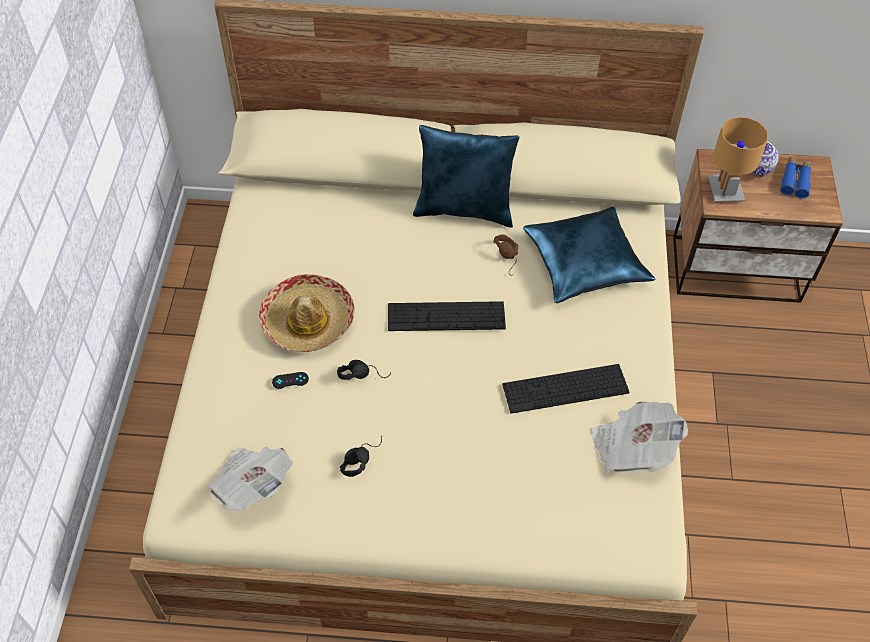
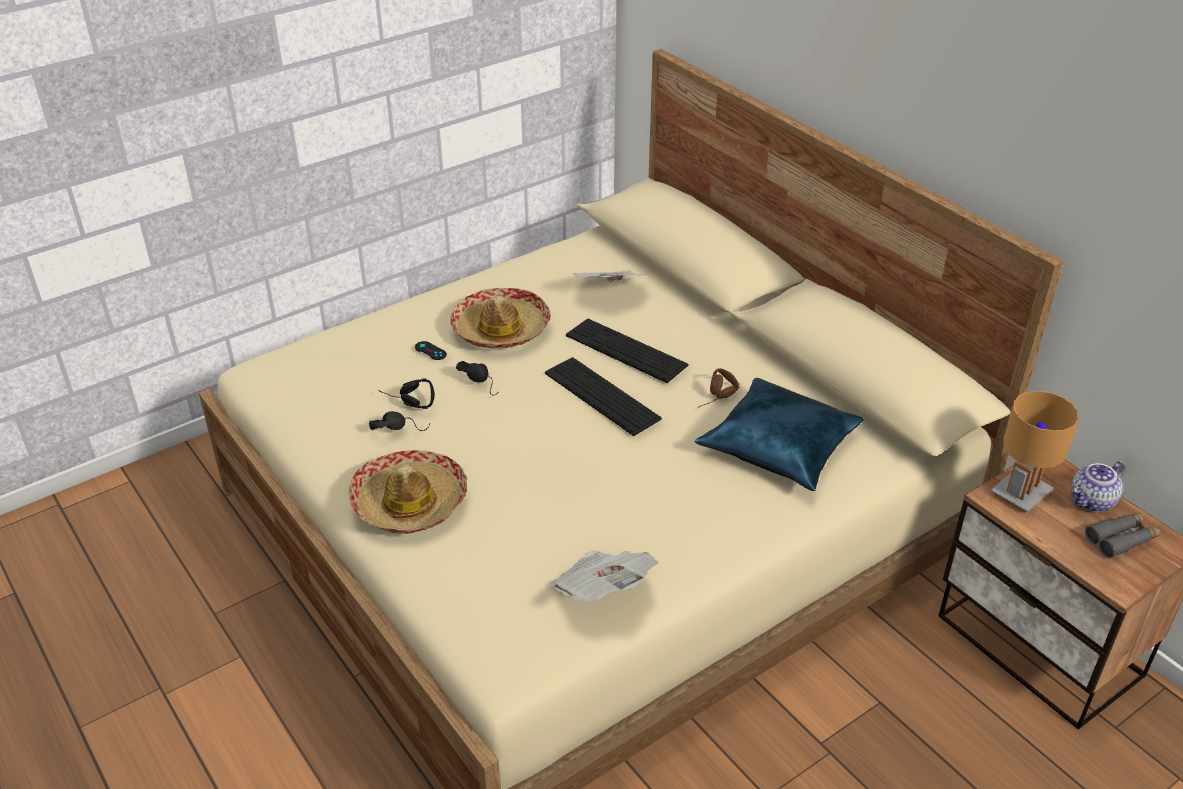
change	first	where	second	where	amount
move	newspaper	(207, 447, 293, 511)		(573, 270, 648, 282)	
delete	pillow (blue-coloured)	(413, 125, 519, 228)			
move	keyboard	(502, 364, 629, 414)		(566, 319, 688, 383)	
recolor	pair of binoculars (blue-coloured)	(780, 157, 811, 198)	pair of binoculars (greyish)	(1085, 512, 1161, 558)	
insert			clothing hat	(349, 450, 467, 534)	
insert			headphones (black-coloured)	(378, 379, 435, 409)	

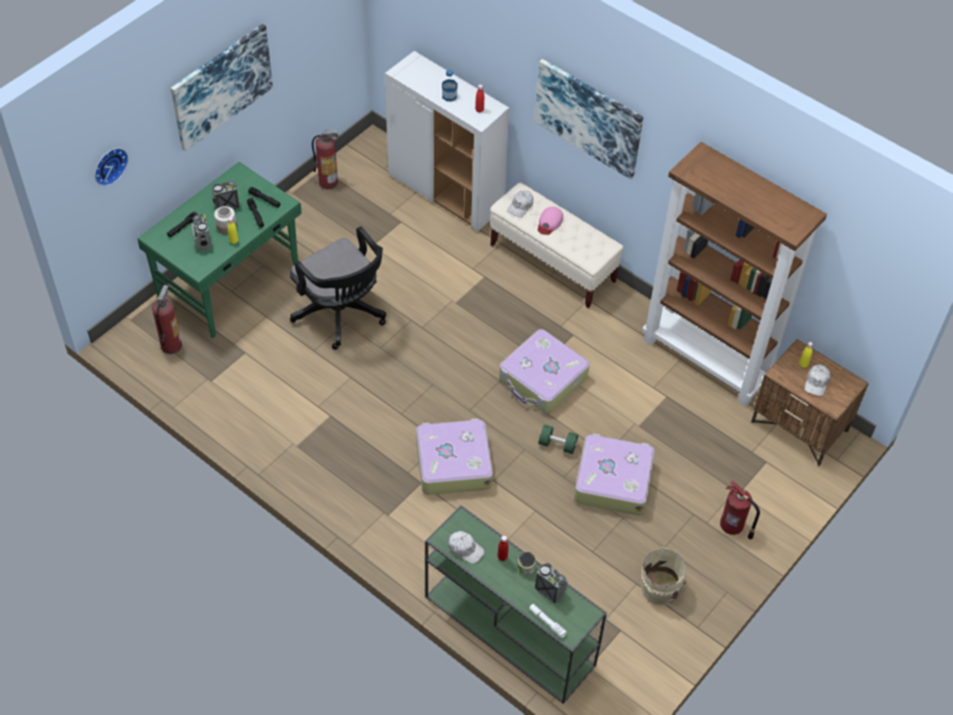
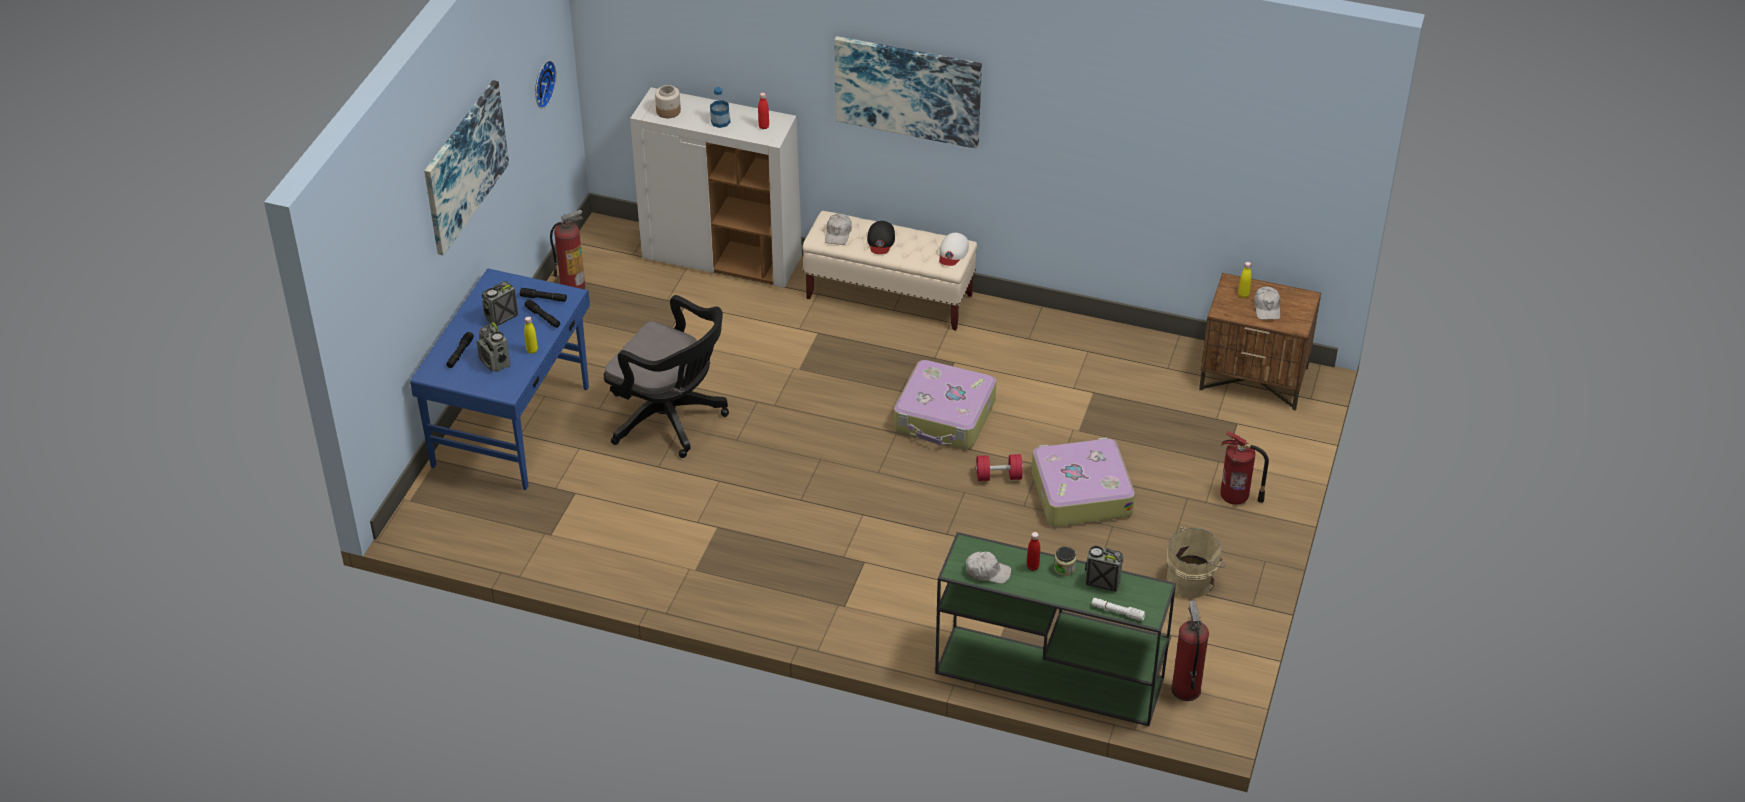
change	first	where	second	where	amount
move	wall clock	(95, 148, 128, 186)		(535, 60, 556, 109)	
recolor	desk unit (green-coloured)	(137, 162, 302, 338)	desk unit (blue-coloured)	(410, 269, 590, 490)	
move	fire extinguisher	(152, 285, 182, 354)		(1171, 600, 1209, 701)	
move	jar	(214, 206, 237, 234)		(655, 85, 681, 118)	
delete	suitcase	(416, 419, 493, 495)			
recolor	peaked cap (pinkish)	(538, 207, 563, 235)	peaked cap (black-coloured)	(867, 221, 895, 254)	
recolor	dumbbell (green-coloured)	(539, 425, 578, 454)	dumbbell (red)	(975, 454, 1023, 481)	
delete	bookshelf (brown-coloured)	(642, 142, 827, 406)			
insert			peaked cap (whitish)	(939, 233, 969, 266)	

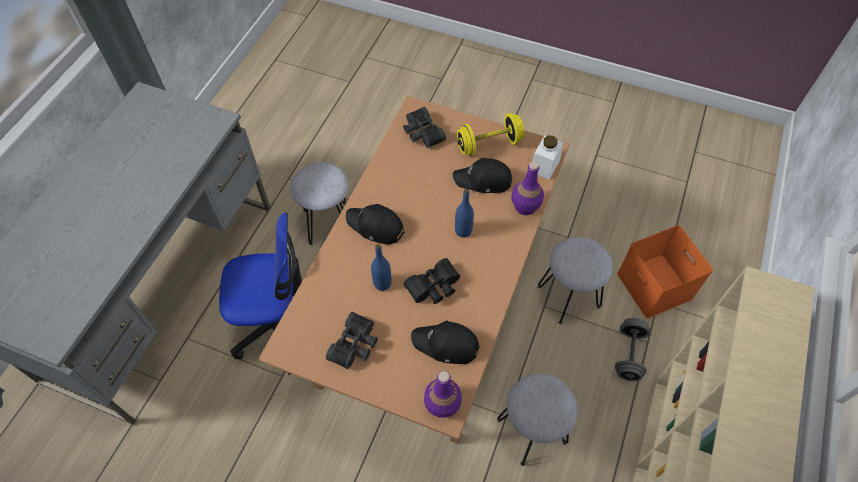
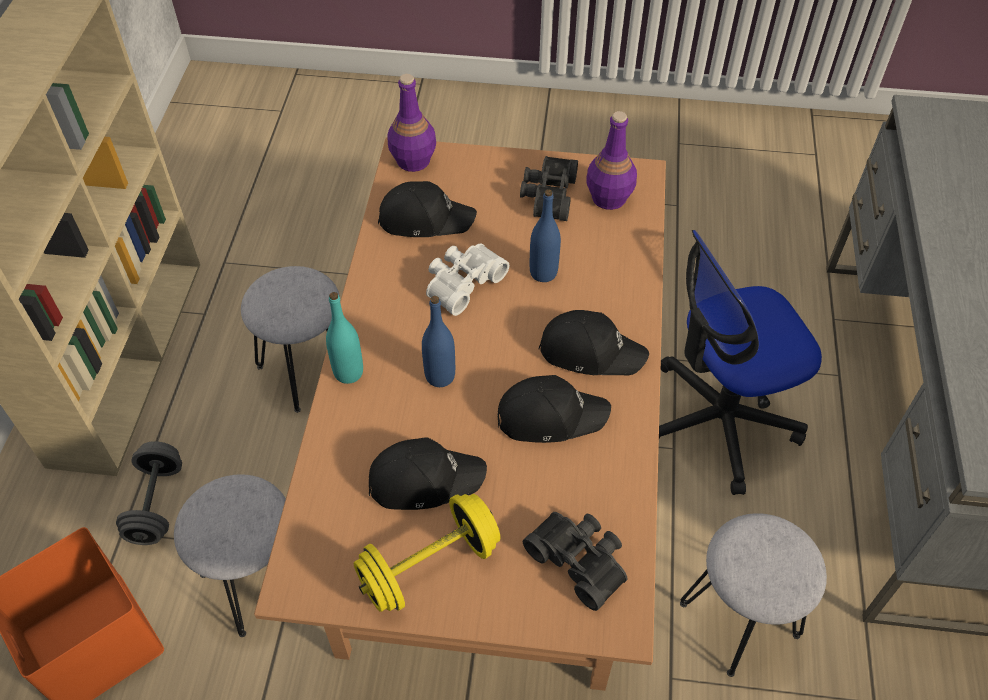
change	first	where	second	where	amount
recolor	pair of binoculars (black-coloured)	(404, 258, 460, 304)	pair of binoculars (whitish)	(426, 243, 509, 316)	
move	bottle (purple)	(511, 162, 544, 215)		(586, 111, 637, 210)	
delete	jar (whitish)	(532, 135, 563, 180)			
insert			bottle (blue-green)	(326, 292, 363, 384)	
insert			peaked cap (black-coloured)	(497, 375, 611, 443)	

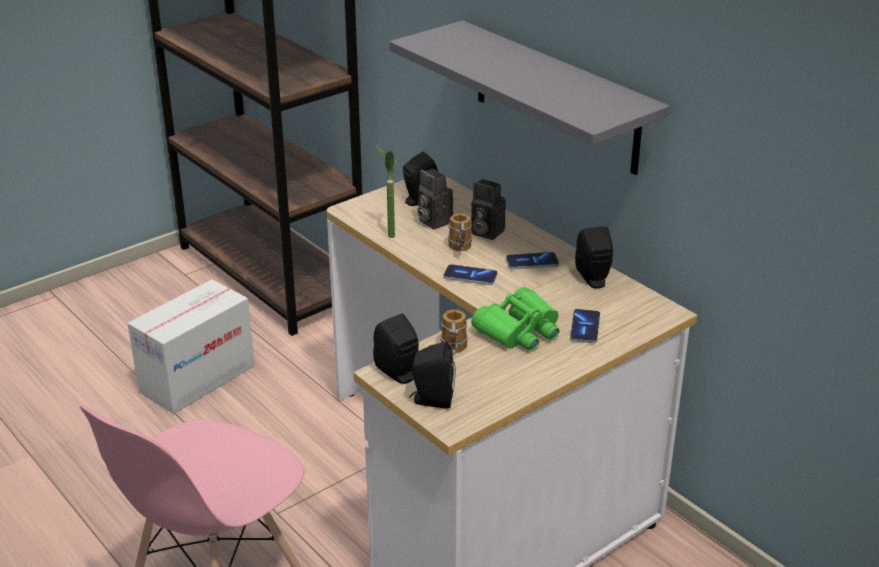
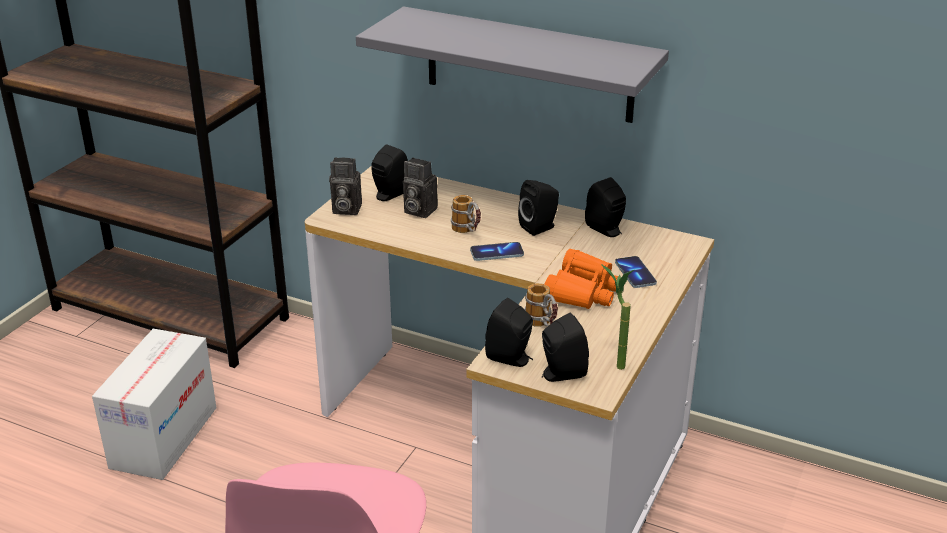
change	first	where	second	where	amount
move	houseplant	(376, 145, 396, 238)		(601, 264, 634, 370)	
move	still camera	(471, 179, 506, 240)		(329, 157, 362, 215)	
recolor	pair of binoculars (green-coloured)	(471, 287, 560, 351)	pair of binoculars (orange-coloured)	(544, 249, 618, 309)	
replace	handset	(506, 252, 559, 269)	loudspeaker (black-coloured)	(518, 180, 559, 236)	

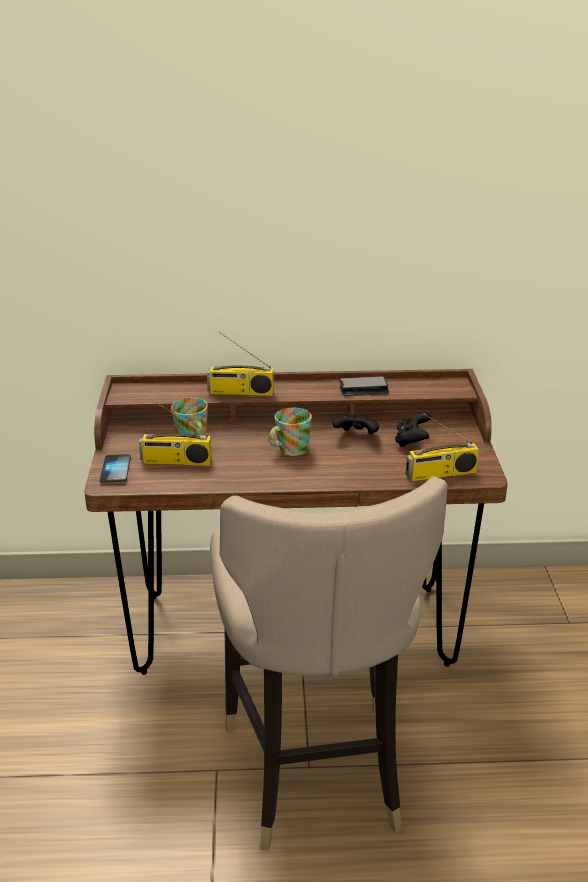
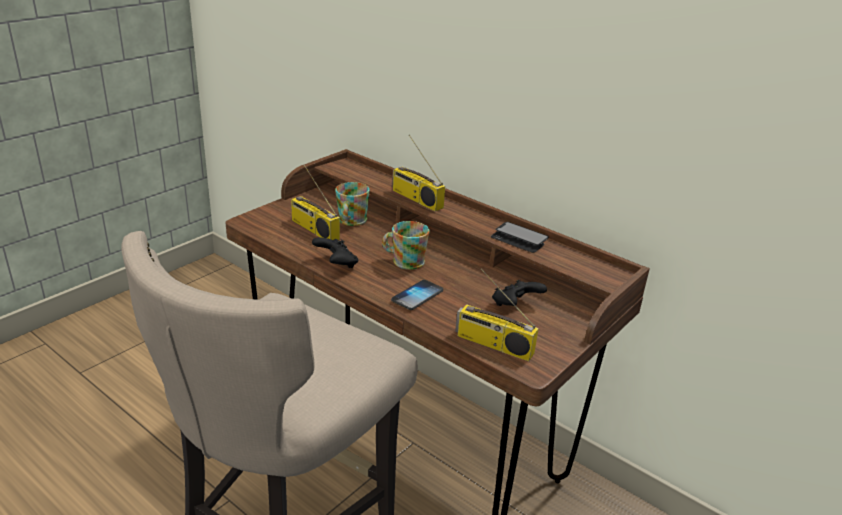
change	first	where	second	where	amount
move	handset	(100, 454, 131, 483)		(391, 280, 443, 310)	
move	joypad (black-coloured)	(333, 414, 379, 435)		(312, 237, 358, 268)	

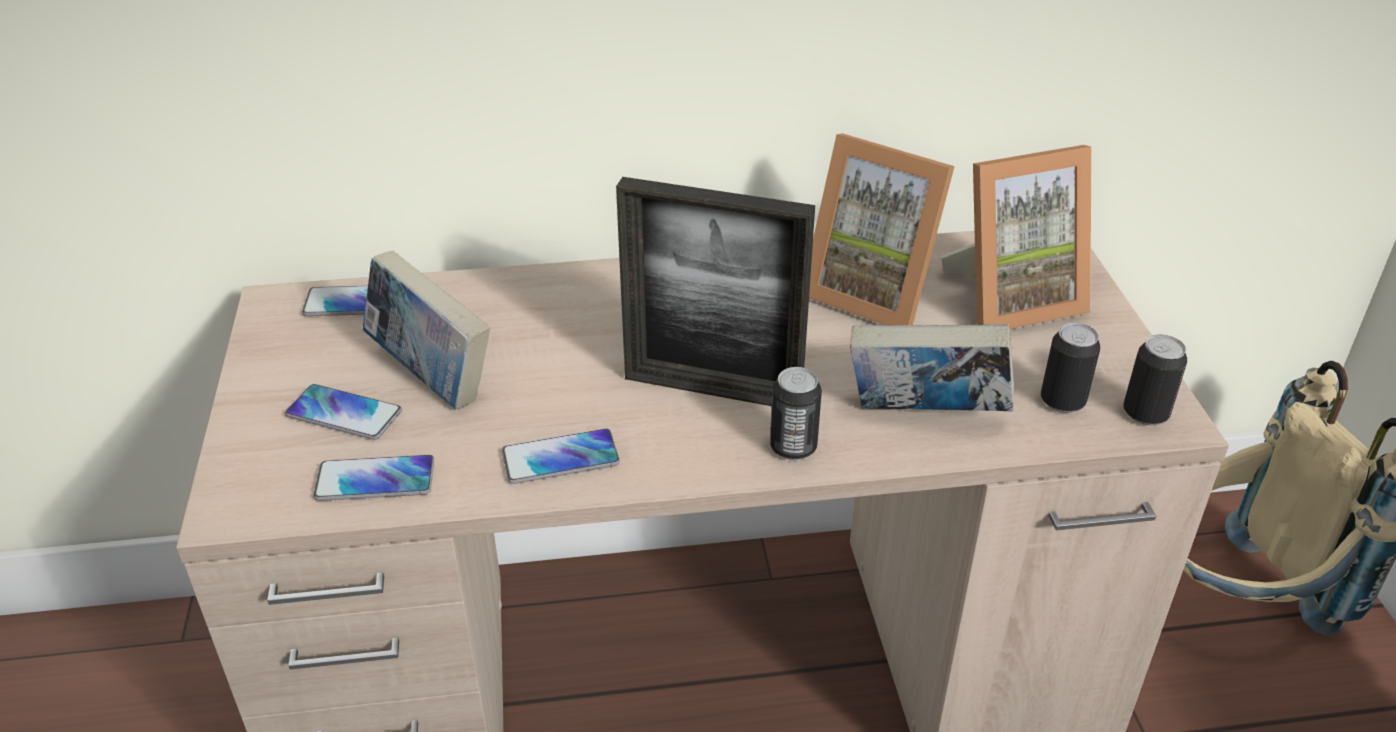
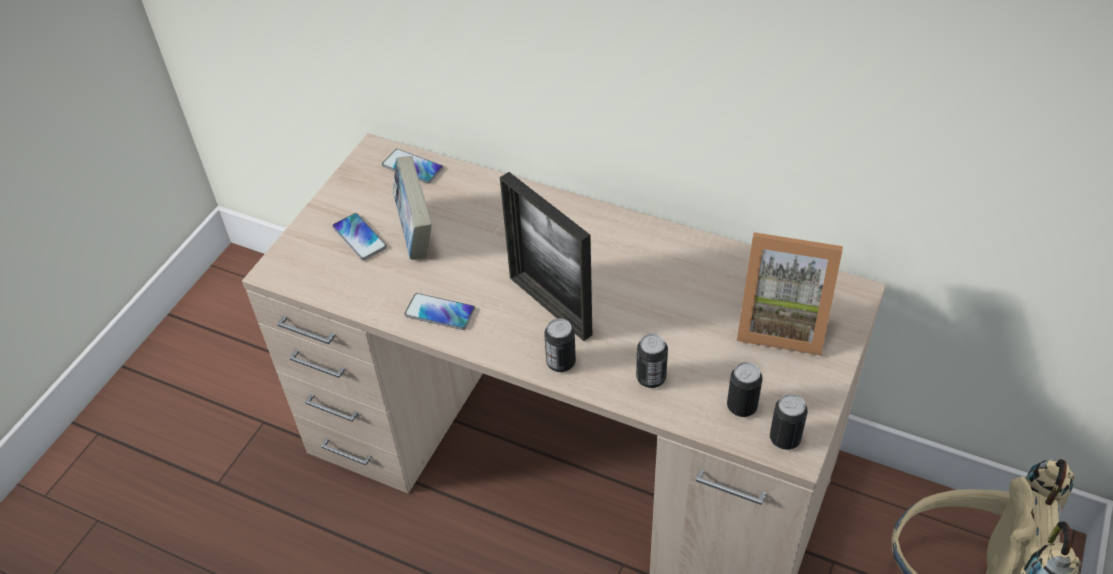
change	first	where	second	where	amount
delete	handset	(313, 455, 434, 501)			
delete	standing frame	(809, 133, 955, 325)			
replace	bound book	(850, 324, 1014, 411)	metal can	(636, 334, 668, 388)	

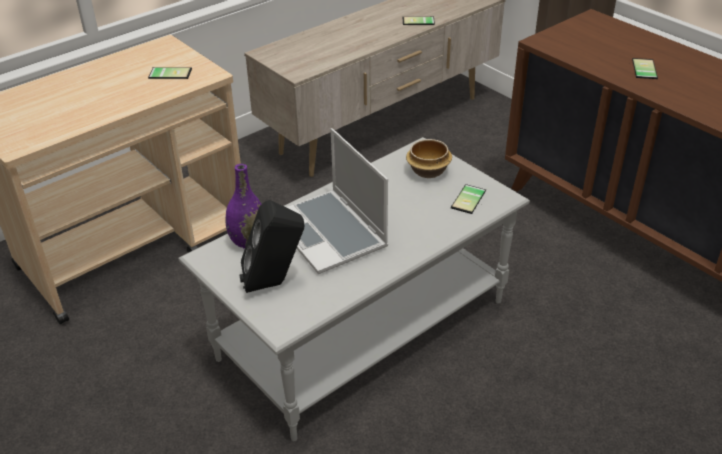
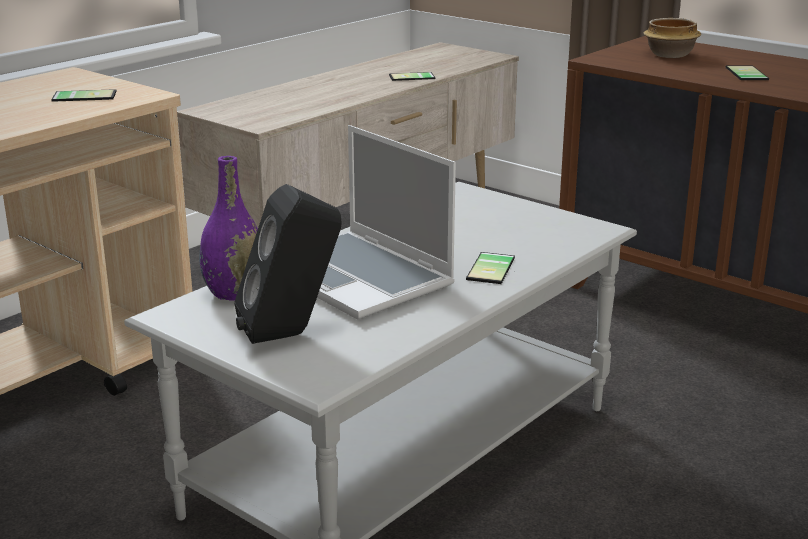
change	first	where	second	where	amount
move	deep dish	(406, 139, 452, 178)		(644, 18, 701, 58)	
move	handset	(451, 184, 486, 214)		(466, 252, 515, 284)	

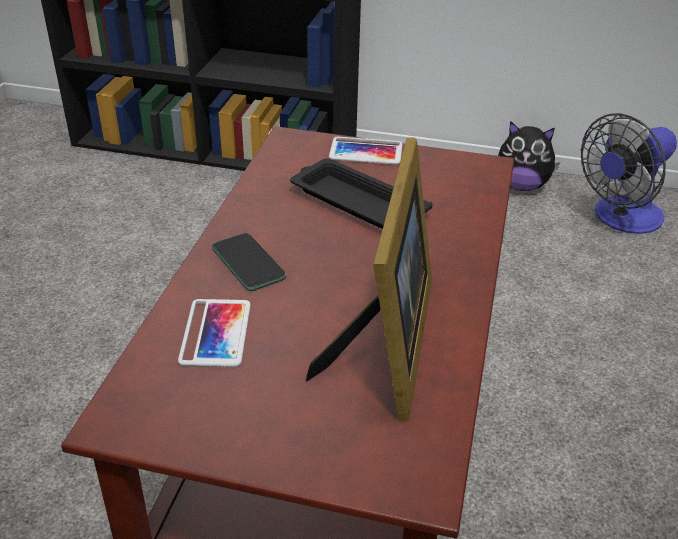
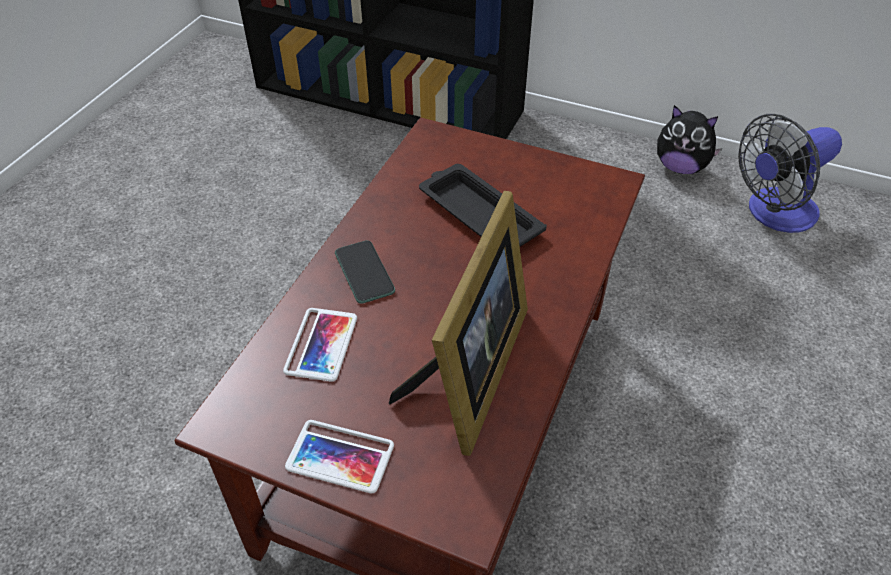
change	first	where	second	where	amount
move	handset	(329, 137, 402, 165)		(285, 420, 394, 493)	

